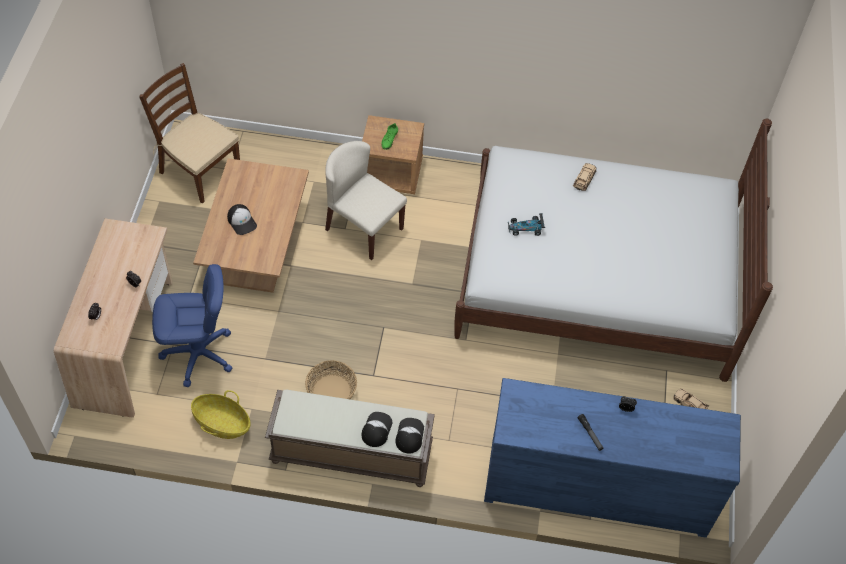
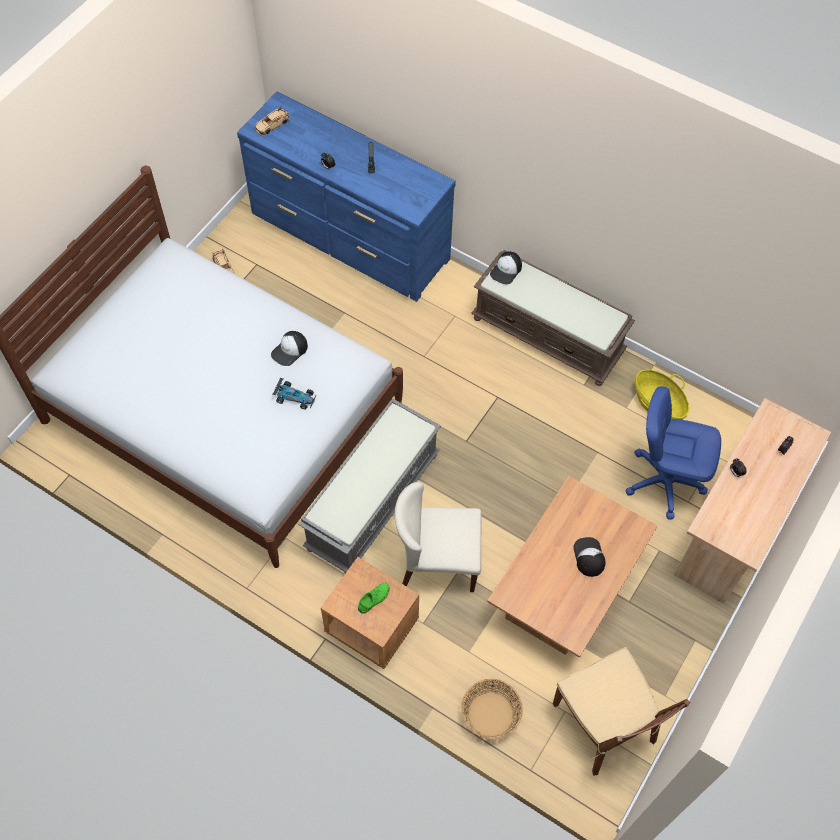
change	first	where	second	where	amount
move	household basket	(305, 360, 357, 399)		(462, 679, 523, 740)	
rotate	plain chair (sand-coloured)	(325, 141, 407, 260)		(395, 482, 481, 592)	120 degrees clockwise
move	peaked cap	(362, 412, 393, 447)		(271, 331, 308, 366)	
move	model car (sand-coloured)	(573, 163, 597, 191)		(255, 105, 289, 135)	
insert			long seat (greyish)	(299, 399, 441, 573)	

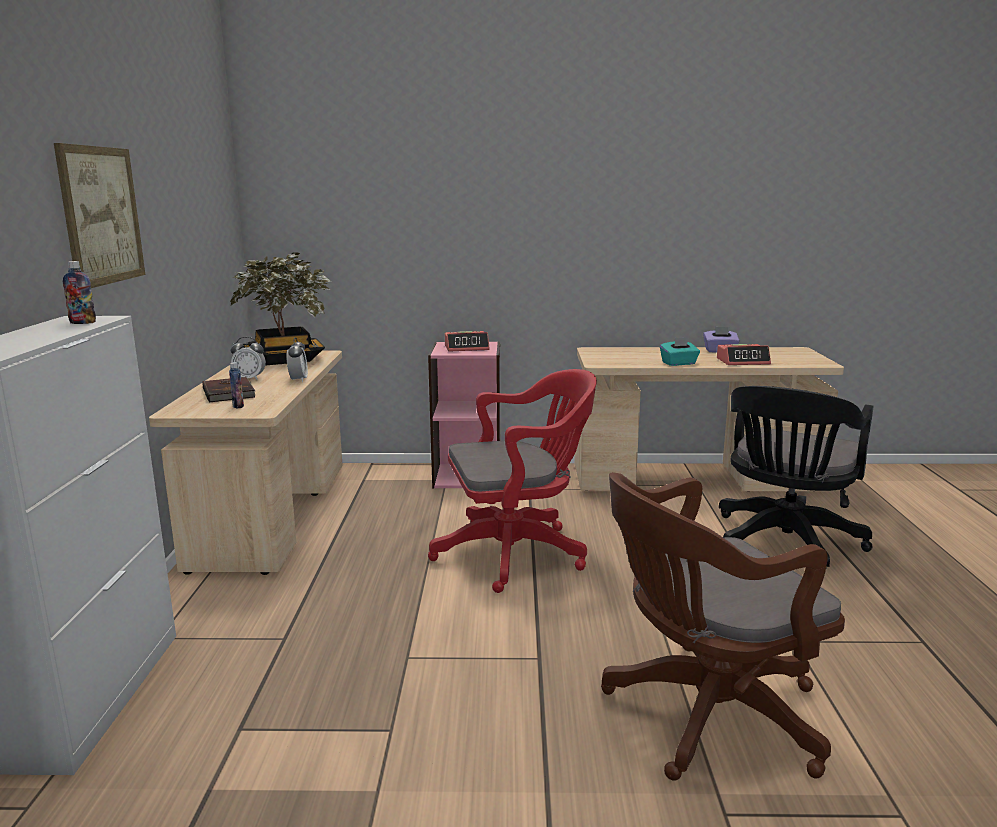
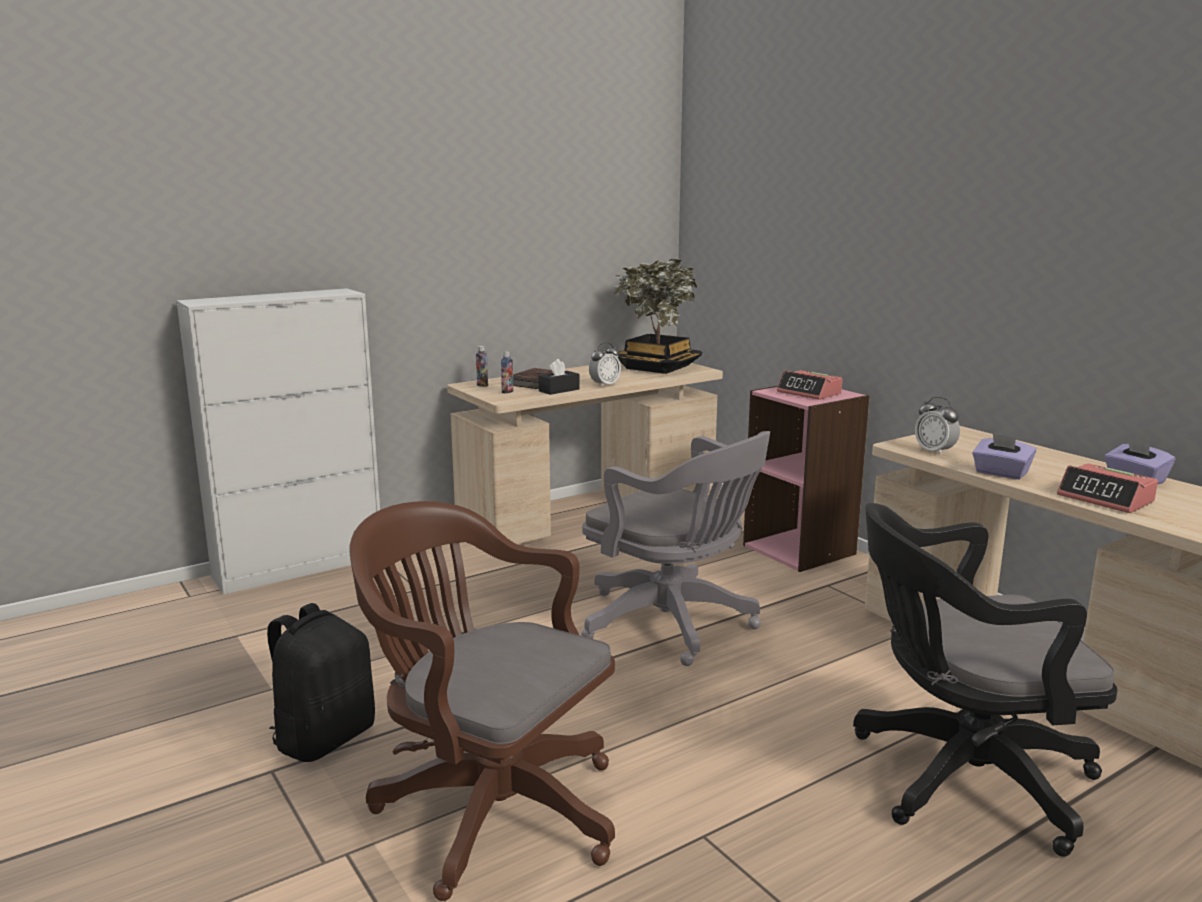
change	first	where	second	where	amount
delete	wall picture	(54, 143, 145, 288)			
move	bottle	(63, 261, 96, 324)		(476, 346, 488, 387)	
move	table clock	(231, 337, 266, 380)		(915, 397, 960, 456)	
recolor	computer chair (red)	(428, 369, 597, 593)	computer chair (greyish)	(581, 431, 770, 666)	
recolor	tissue box (blue-green)	(660, 337, 700, 366)	tissue box (purple)	(972, 433, 1036, 480)	
insert			knapsack (black-coloured)	(267, 603, 375, 762)	
insert			tissue box (black-coloured)	(538, 359, 580, 395)	

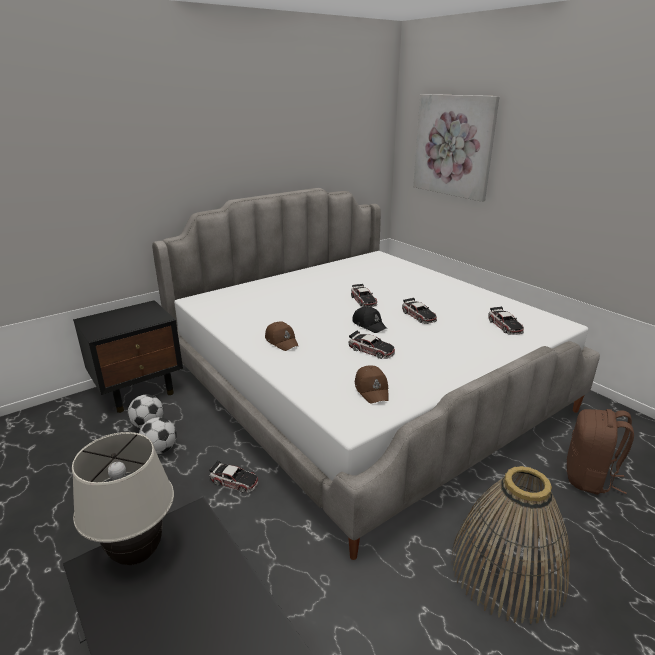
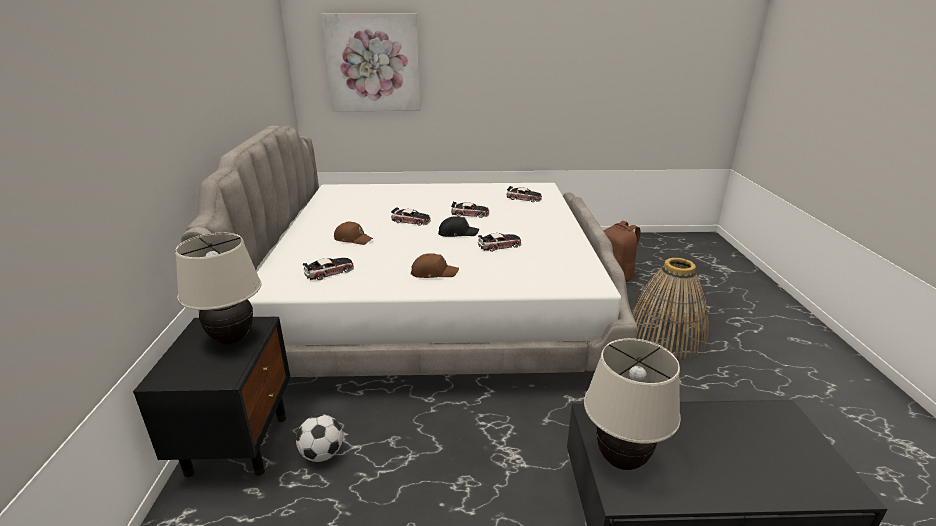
change	first	where	second	where	amount
delete	football	(139, 417, 177, 454)			
move	model car	(209, 461, 258, 493)		(303, 258, 354, 280)	
move	peaked cap (brown-coloured)	(355, 366, 388, 404)		(334, 222, 373, 245)	
insert			table lamp (sand-coloured)	(175, 232, 262, 344)	

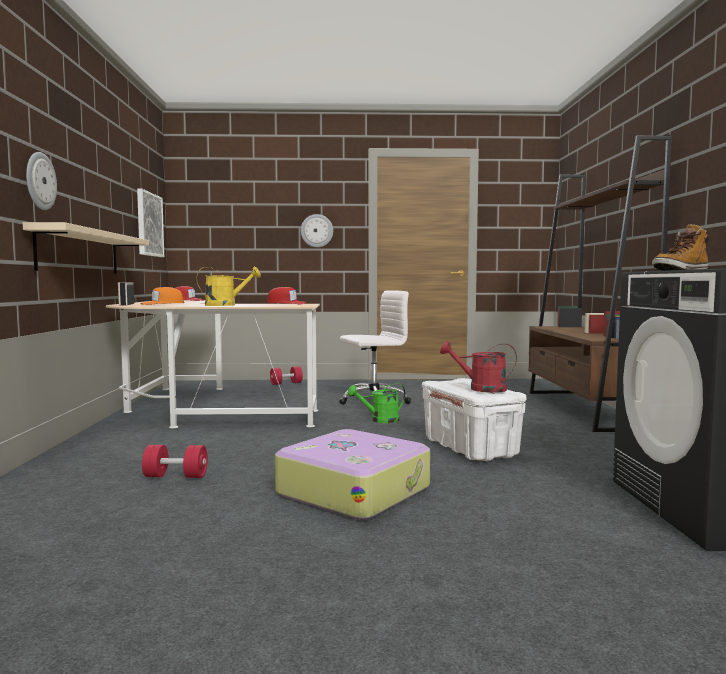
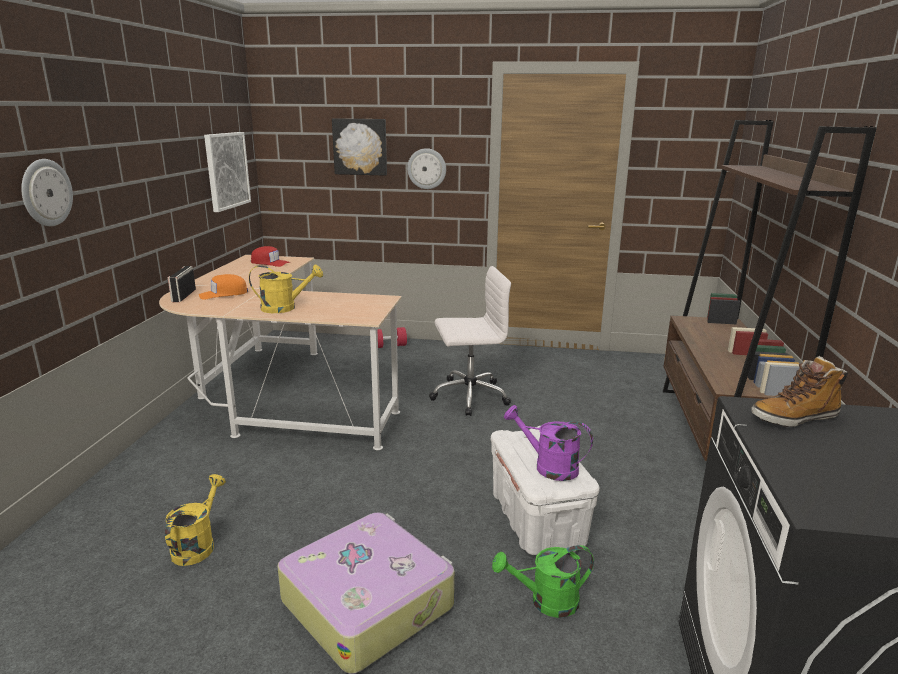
change	first	where	second	where	amount
delete	bracket shelf (sand-coloured)	(23, 222, 149, 274)			
replace	dumbbell (red)	(142, 445, 208, 478)	watering can (yellow-coloured)	(165, 474, 226, 566)	
delete	peaked cap (red)	(266, 287, 308, 304)			
move	watering can (green-coloured)	(348, 383, 406, 423)		(492, 545, 594, 618)	
recolor	watering can (red)	(440, 341, 517, 393)	watering can (purple)	(504, 405, 593, 481)	
insert			wall picture	(332, 118, 387, 176)	

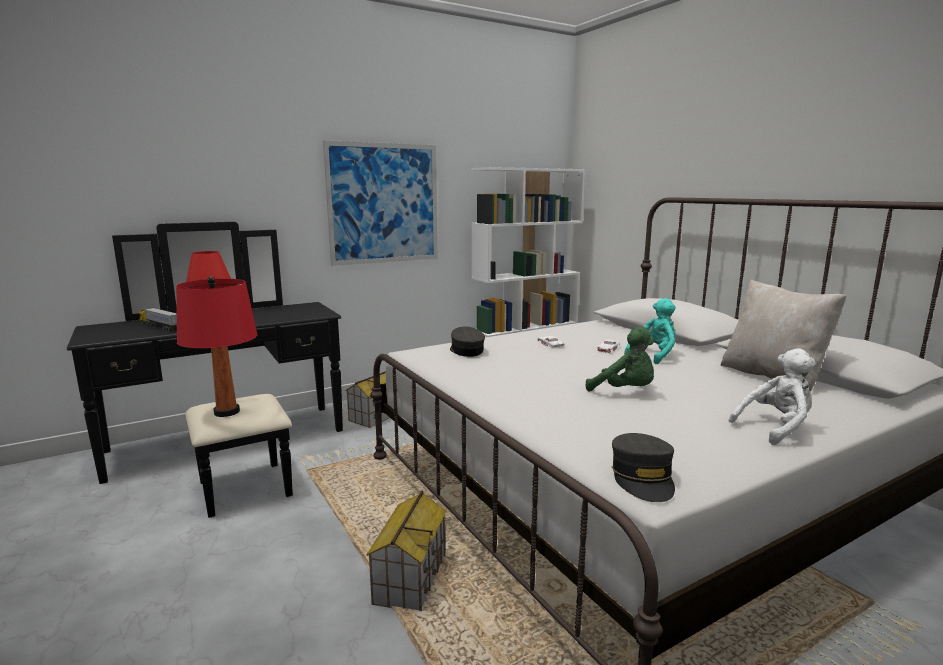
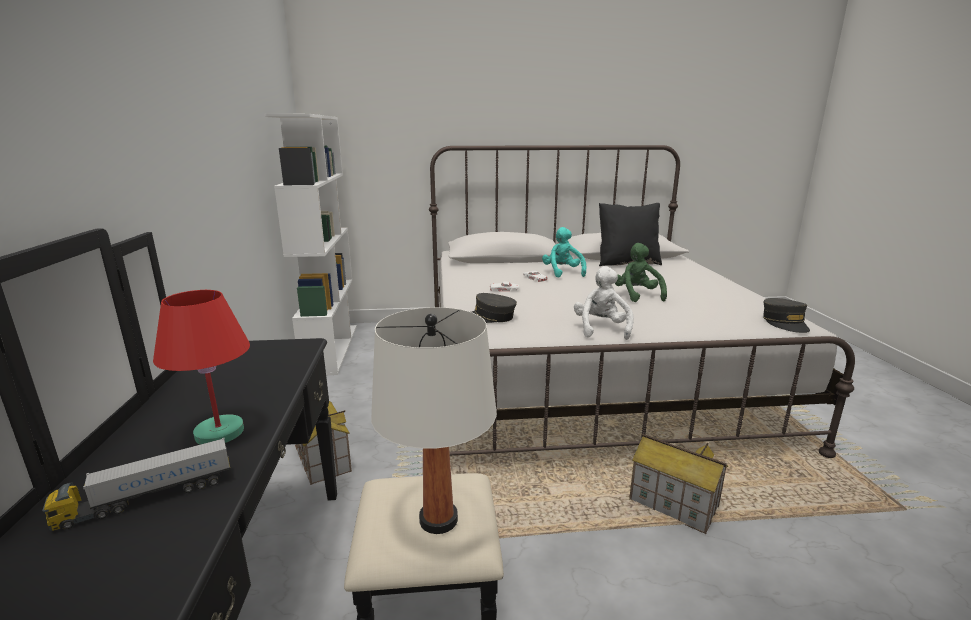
change	first	where	second	where	amount
recolor	table lamp (red)	(176, 277, 258, 417)	table lamp (whitish)	(371, 307, 497, 534)	
delete	wall picture	(323, 140, 438, 266)			
rotate	cuddly toy (green-coloured)	(586, 326, 654, 391)		(615, 243, 667, 302)	75 degrees counterclockwise
rotate	peaked cap (greyish)	(612, 433, 675, 502)		(763, 298, 810, 333)	60 degrees clockwise
recolor	pillow (sand-coloured)	(721, 280, 847, 392)	pillow (black-coloured)	(599, 203, 662, 266)	
move	cuddly toy (whitish)	(729, 348, 816, 445)		(574, 266, 634, 340)	

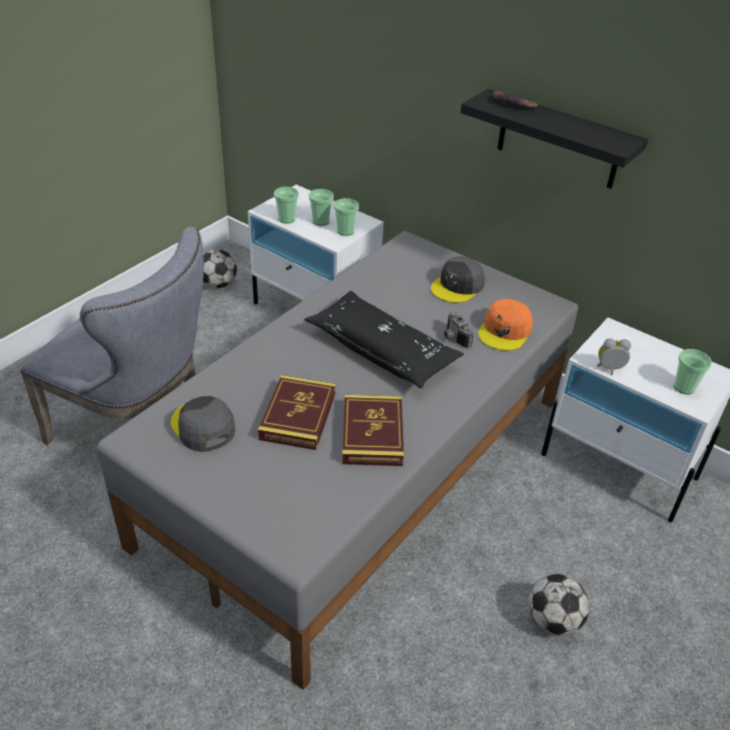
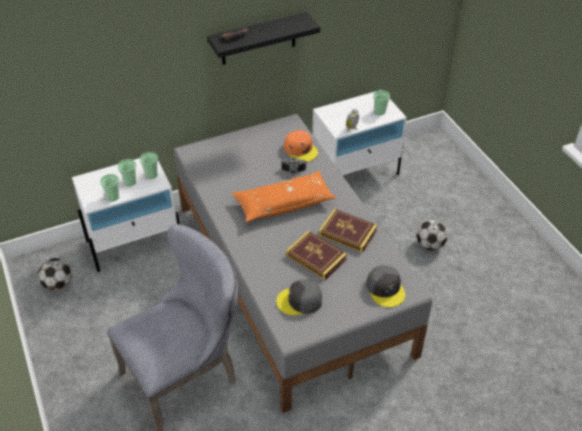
change	first	where	second	where	amount
recolor	pillow (black-coloured)	(304, 291, 464, 389)	pillow (orange-coloured)	(232, 171, 336, 222)	
move	peaked cap (greyish)	(431, 256, 485, 303)		(366, 265, 405, 307)	

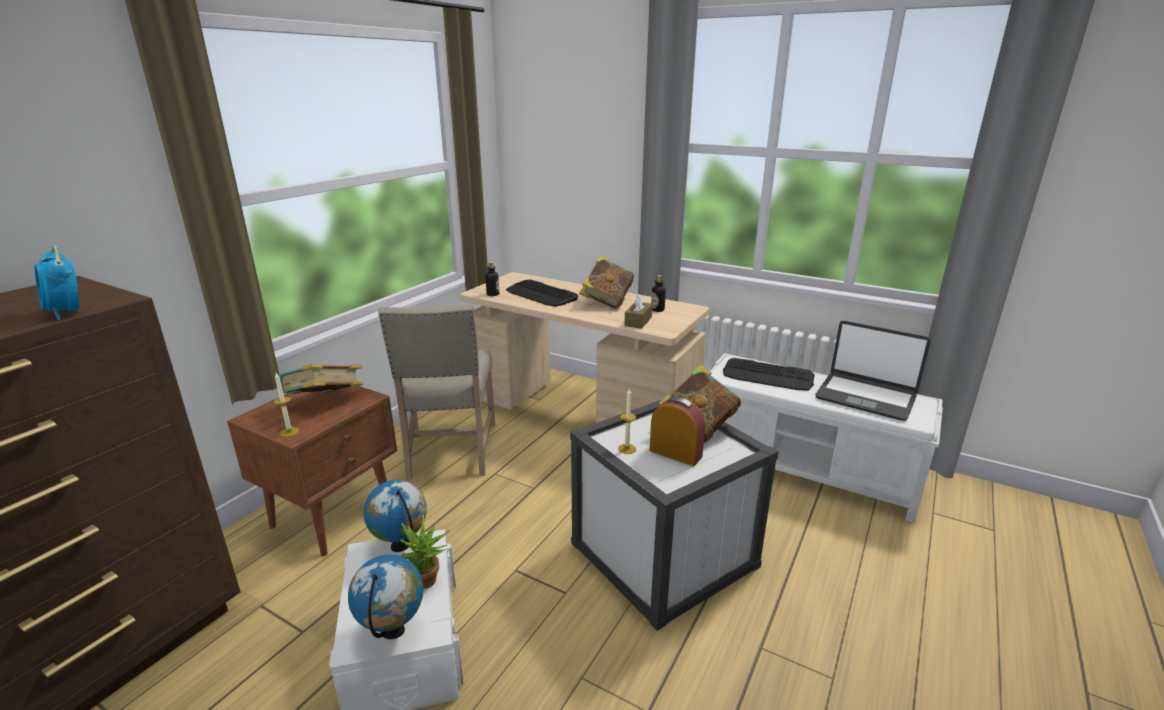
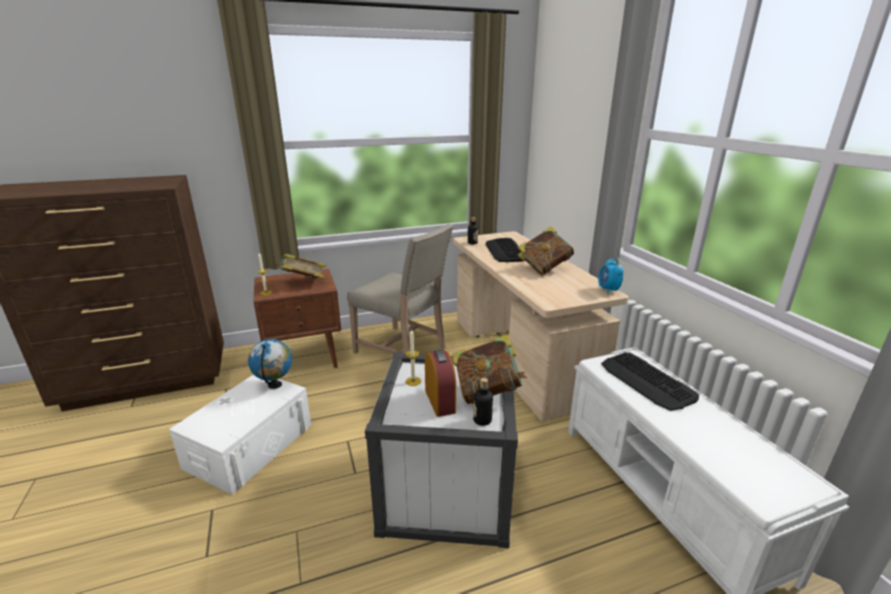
change	first	where	second	where	amount
move	table clock	(35, 245, 79, 320)		(598, 257, 624, 295)	
delete	desk globe	(348, 554, 424, 639)			
rotate	plain chair (sand-coloured)	(378, 304, 495, 481)		(347, 224, 453, 354)	90 degrees counterclockwise
delete	houseplant	(398, 514, 451, 589)			
delete	tissue box (brown-coloured)	(624, 294, 652, 329)			
move	bottle	(651, 275, 666, 312)		(473, 378, 493, 426)	
delete	laptop	(815, 321, 931, 421)			

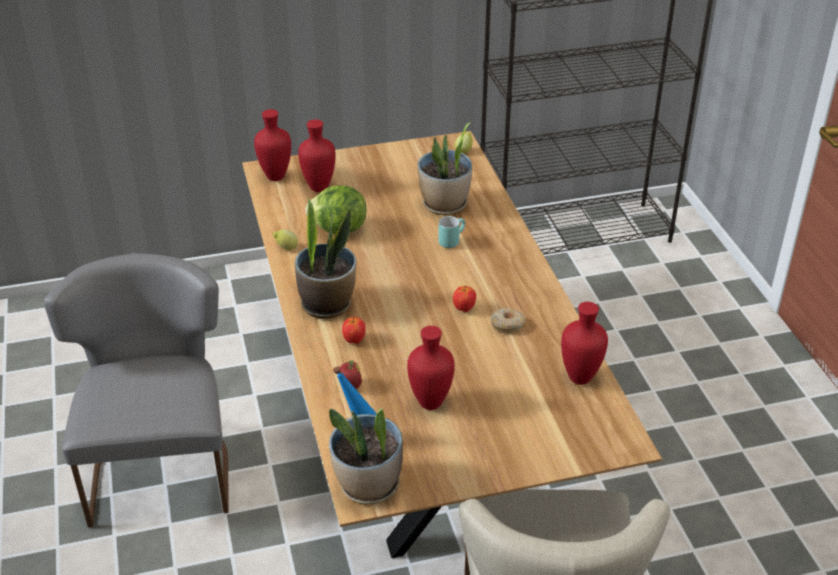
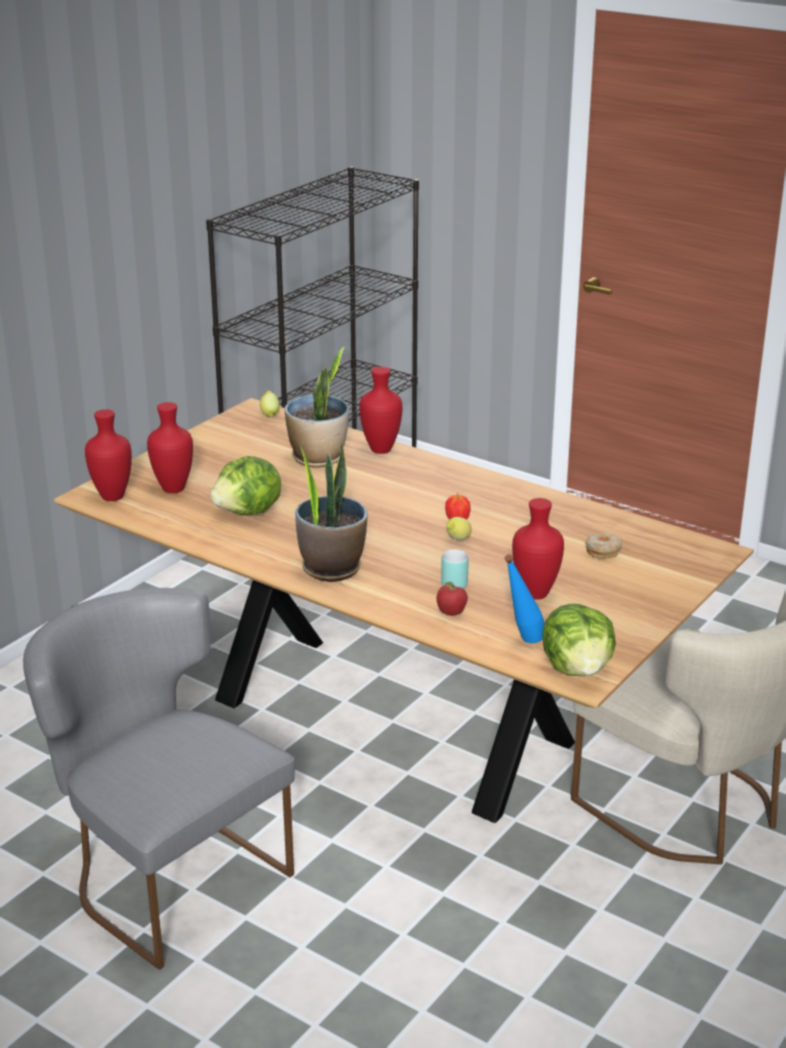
change	first	where	second	where	amount
move	lemon	(273, 230, 298, 250)		(446, 517, 472, 540)	
replace	houseplant	(329, 408, 403, 504)	lettuce head	(542, 604, 616, 676)	
delete	whole apple	(342, 317, 366, 344)			
move	coffee mug (blue-green)	(438, 216, 465, 248)		(441, 550, 469, 589)	
move	ring doughnut	(491, 308, 525, 334)		(585, 533, 623, 559)	
move	decorative vase (red)	(561, 302, 608, 385)		(359, 367, 403, 454)	

